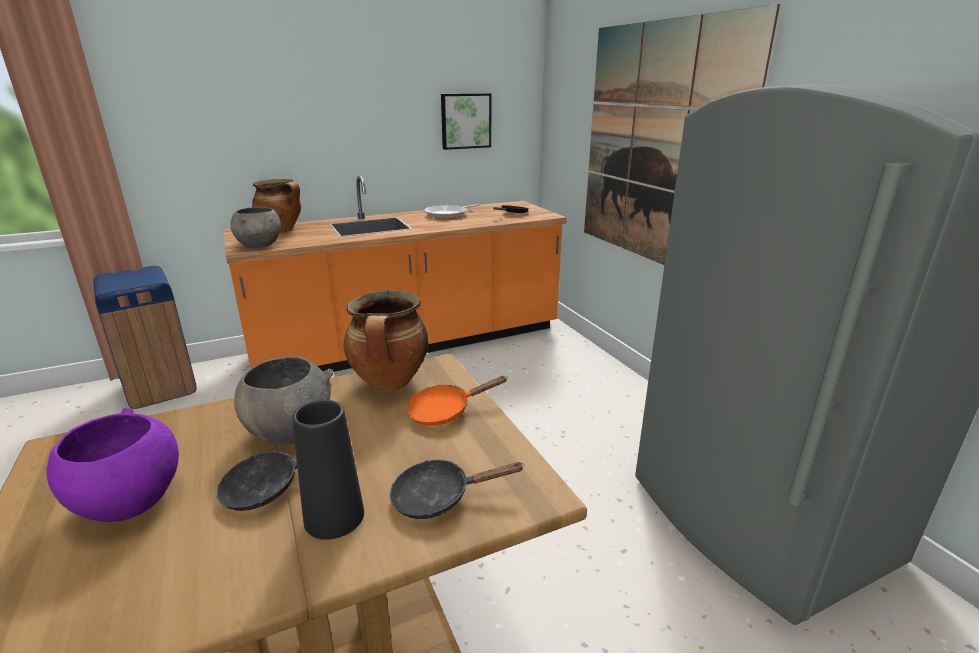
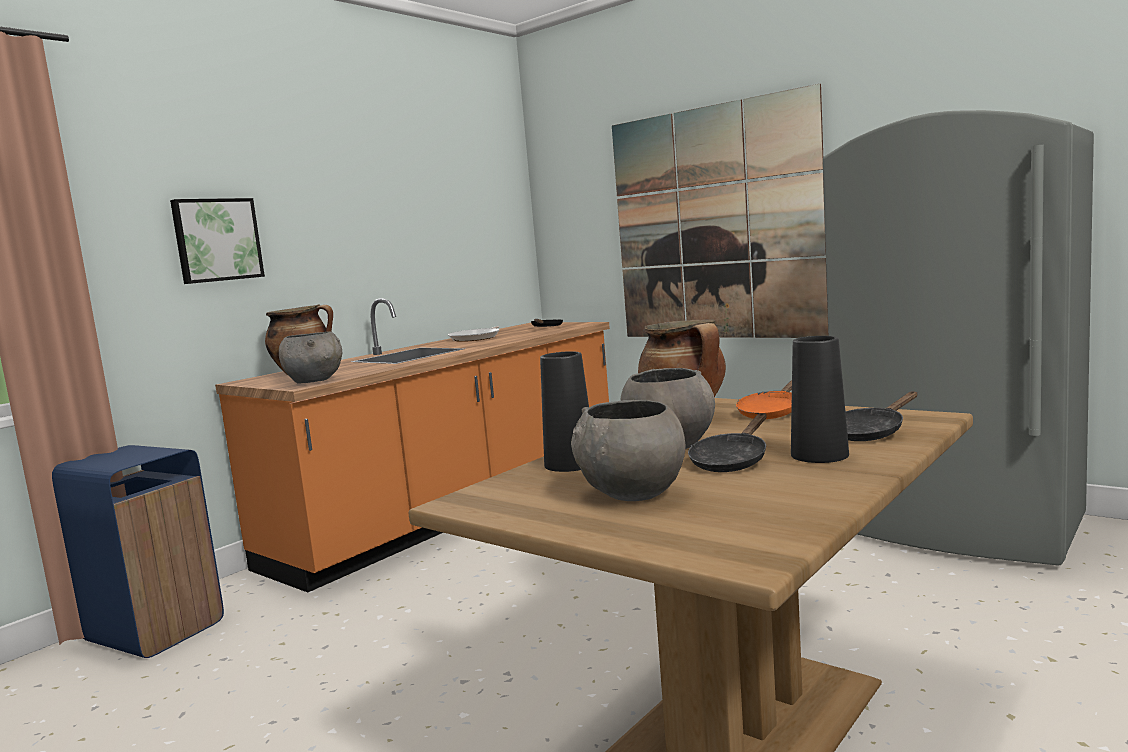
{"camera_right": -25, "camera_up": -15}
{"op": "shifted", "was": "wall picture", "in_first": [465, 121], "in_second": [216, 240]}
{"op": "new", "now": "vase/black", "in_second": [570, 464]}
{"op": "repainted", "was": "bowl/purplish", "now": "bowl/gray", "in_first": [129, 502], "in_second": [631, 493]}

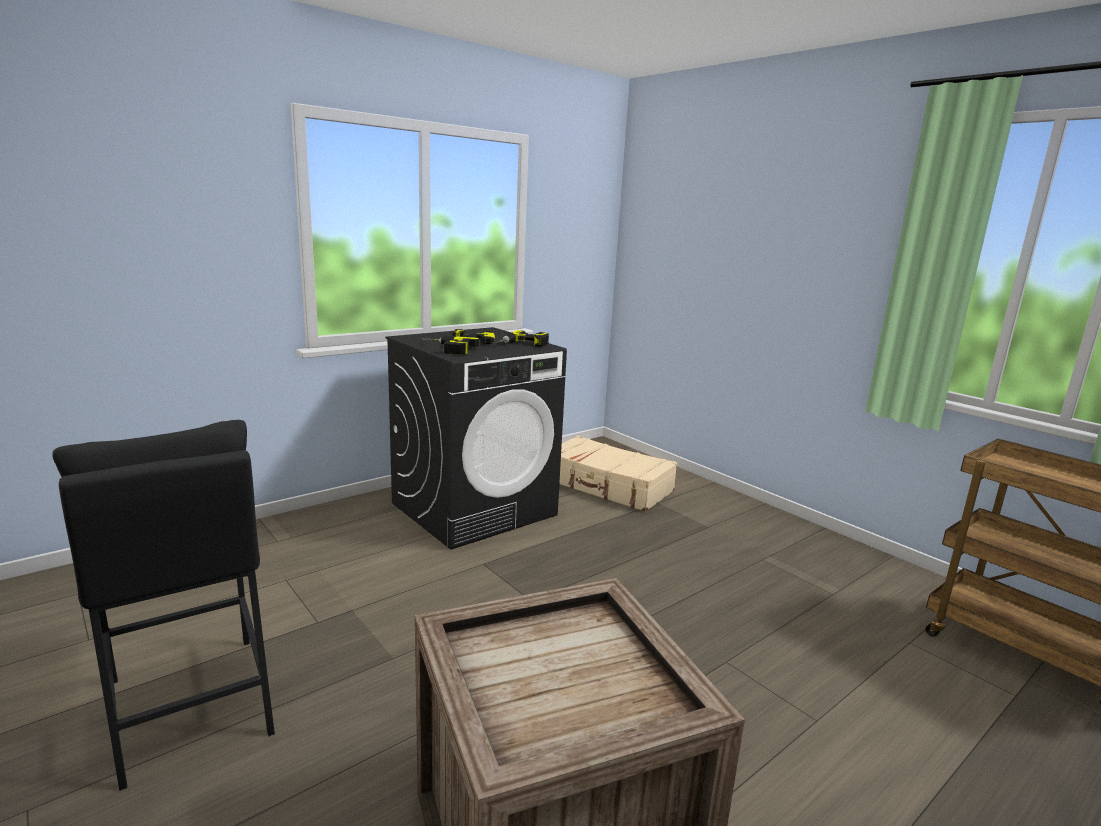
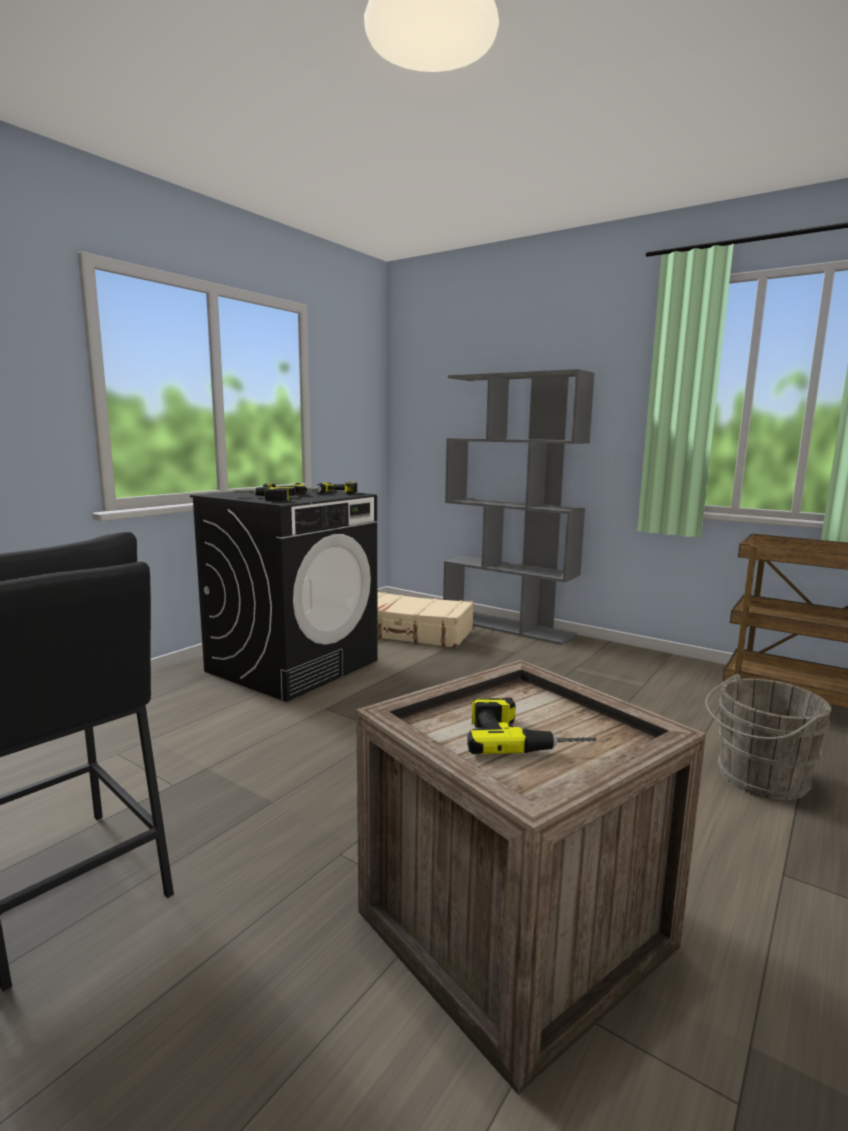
{"camera_right": -15, "camera_up": -5}
{"op": "new", "now": "bookshelf/gray", "in_second": [508, 626]}
{"op": "new", "now": "electric drill", "in_second": [524, 736]}
{"op": "new", "now": "bucket/gray", "in_second": [758, 778]}

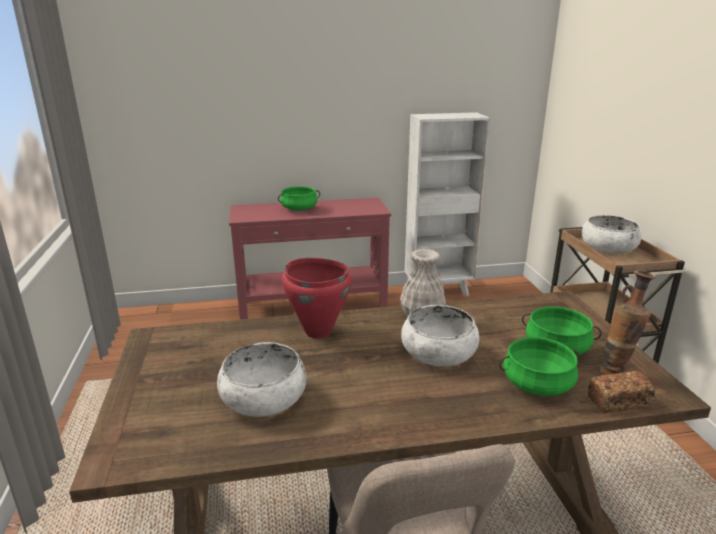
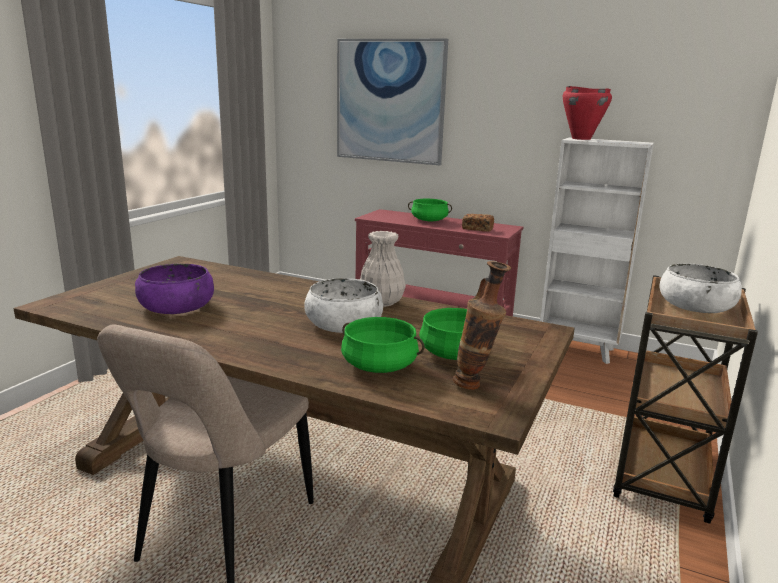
{"camera_right": 35, "camera_up": -5}
{"op": "repainted", "was": "bowl/whitish", "now": "bowl/purplish", "in_first": [263, 398], "in_second": [176, 306]}
{"op": "new", "now": "wall picture", "in_second": [390, 101]}
{"op": "shifted", "was": "baked bread", "in_first": [618, 402], "in_second": [477, 229]}
{"op": "shifted", "was": "stockpot/red", "in_first": [318, 331], "in_second": [581, 139]}

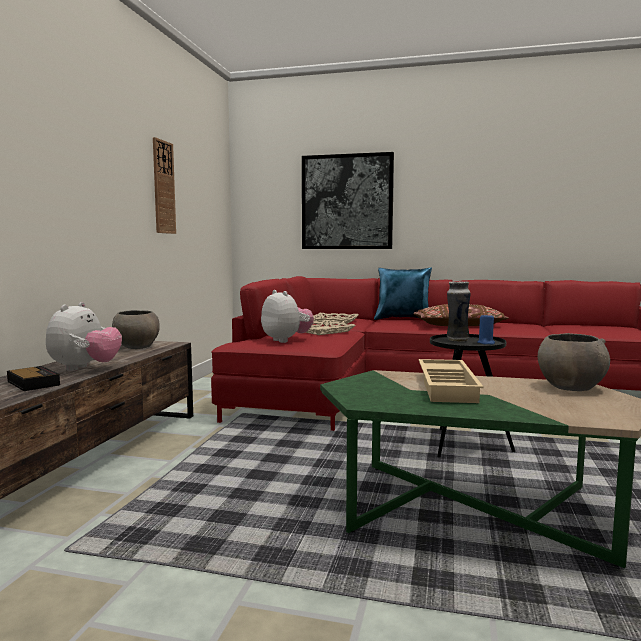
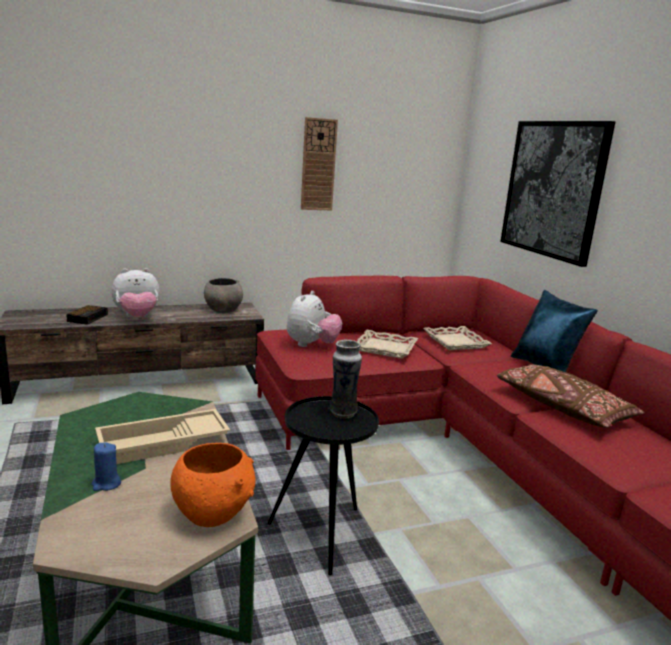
{"camera_right": 55, "camera_up": 10}
{"op": "shifted", "was": "wax candle/blue-coloured", "in_first": [486, 343], "in_second": [106, 484]}
{"op": "repainted", "was": "bowl/gray", "now": "bowl/orange-coloured", "in_first": [570, 387], "in_second": [213, 513]}

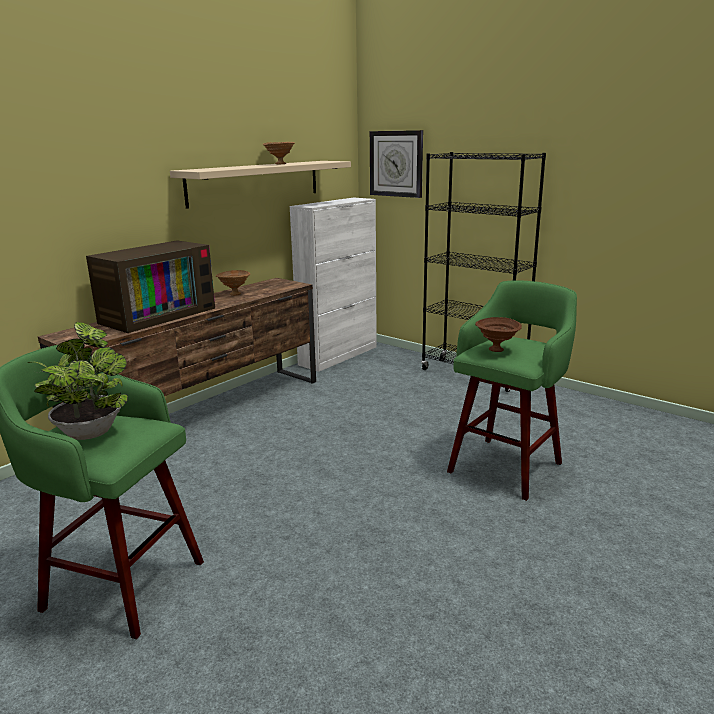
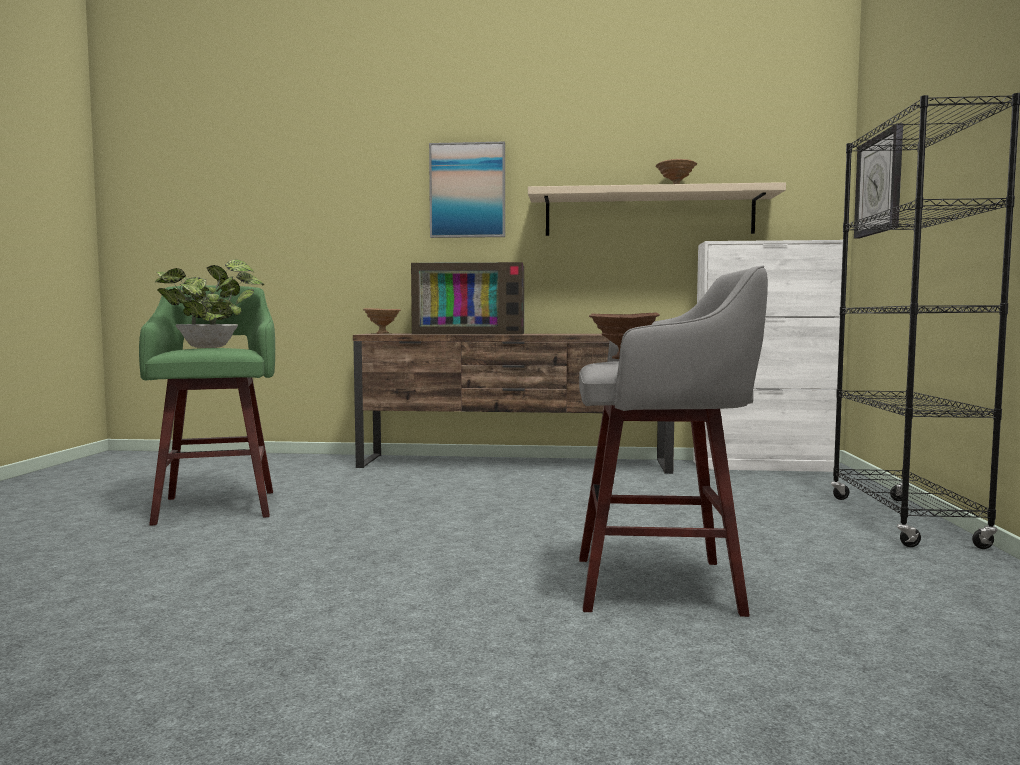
{"camera_right": 55, "camera_up": -15}
{"op": "shifted", "was": "bowl/brown", "in_first": [234, 294], "in_second": [381, 333]}
{"op": "new", "now": "wall picture", "in_second": [467, 190]}
{"op": "repainted", "was": "sitting stool/greenish", "now": "sitting stool/gray", "in_first": [507, 466], "in_second": [663, 585]}

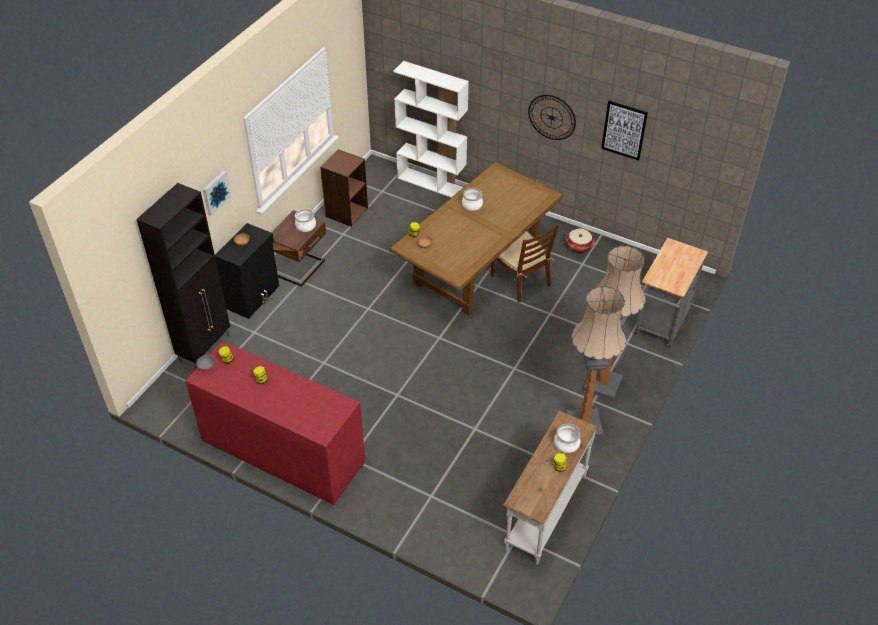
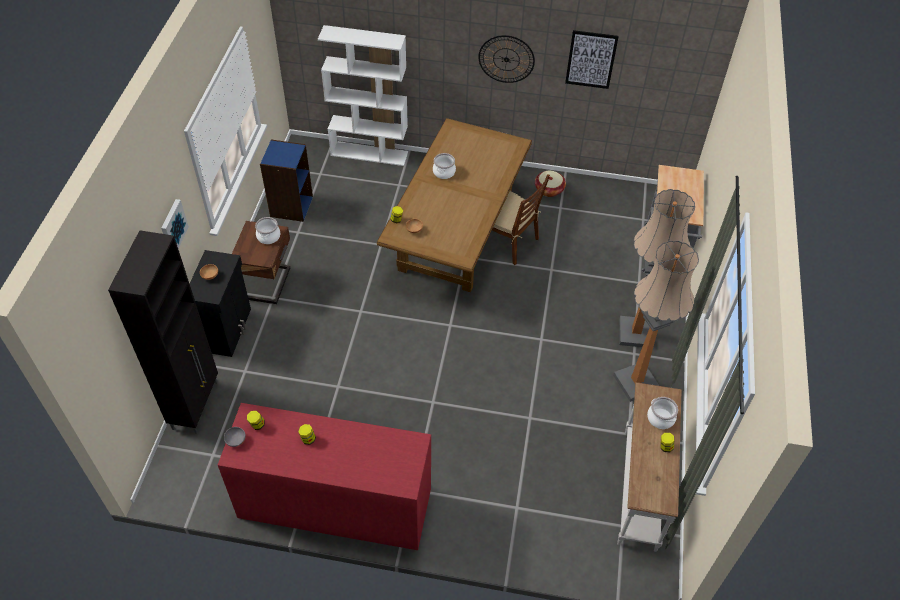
{"camera_right": -20, "camera_up": 5}
{"op": "repainted", "was": "bookshelf/brown", "now": "bookshelf/blue-coloured", "in_first": [346, 212], "in_second": [291, 206]}

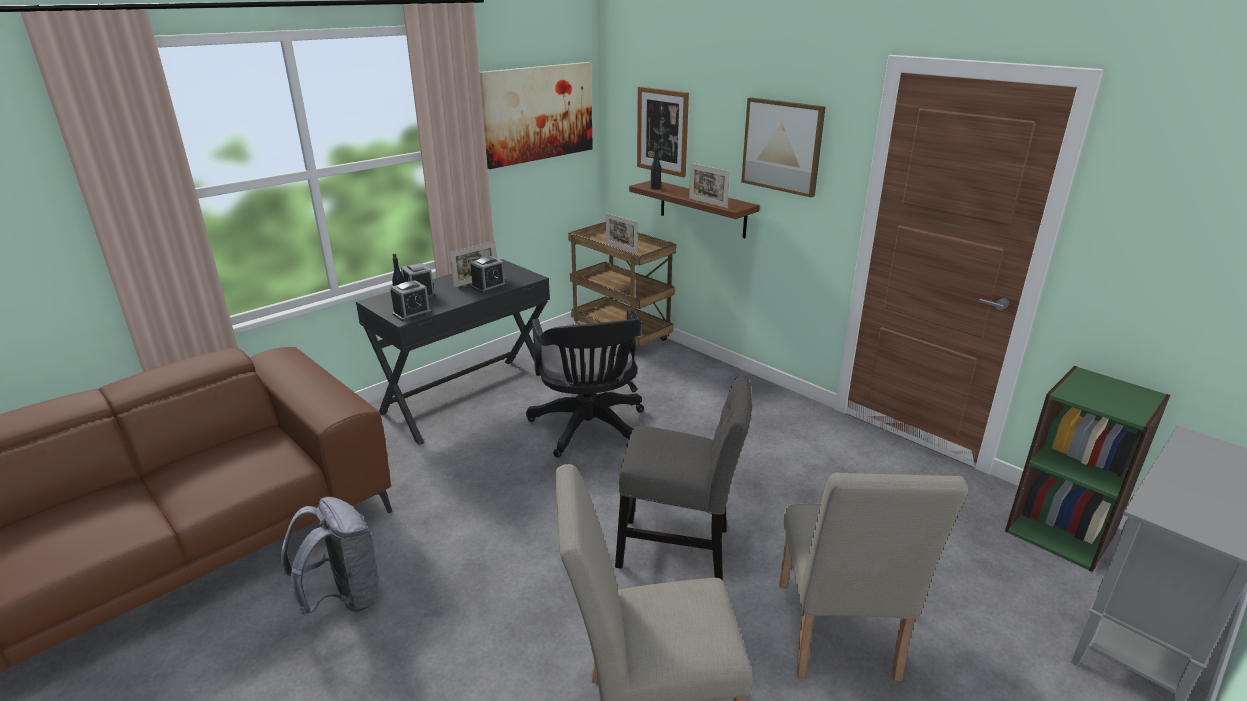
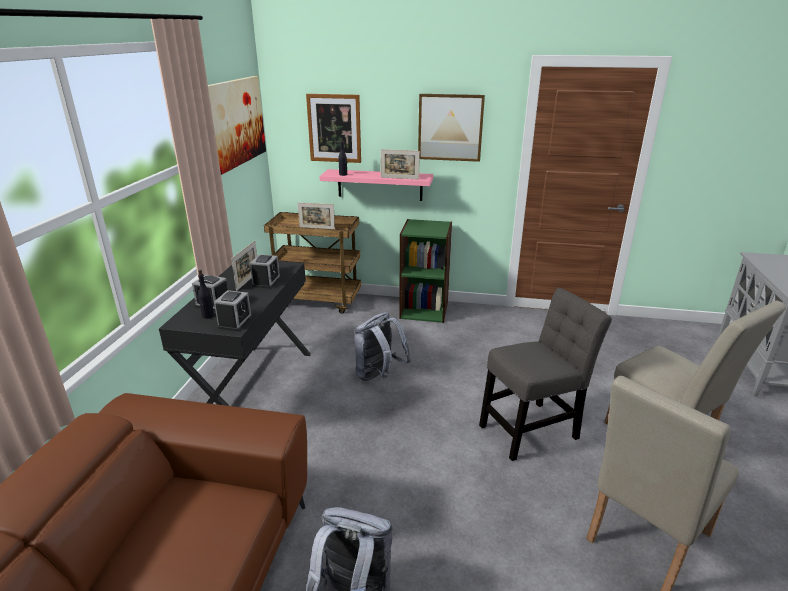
{"camera_right": -35, "camera_up": 0}
{"op": "repainted", "was": "bracket shelf/brown", "now": "bracket shelf/pink", "in_first": [702, 209], "in_second": [379, 185]}
{"op": "swapped", "was": "desk chair/black", "now": "rucksack/gray", "in_first": [589, 430], "in_second": [379, 375]}
{"op": "shifted", "was": "bookshelf/greenish", "in_first": [1061, 531], "in_second": [424, 310]}

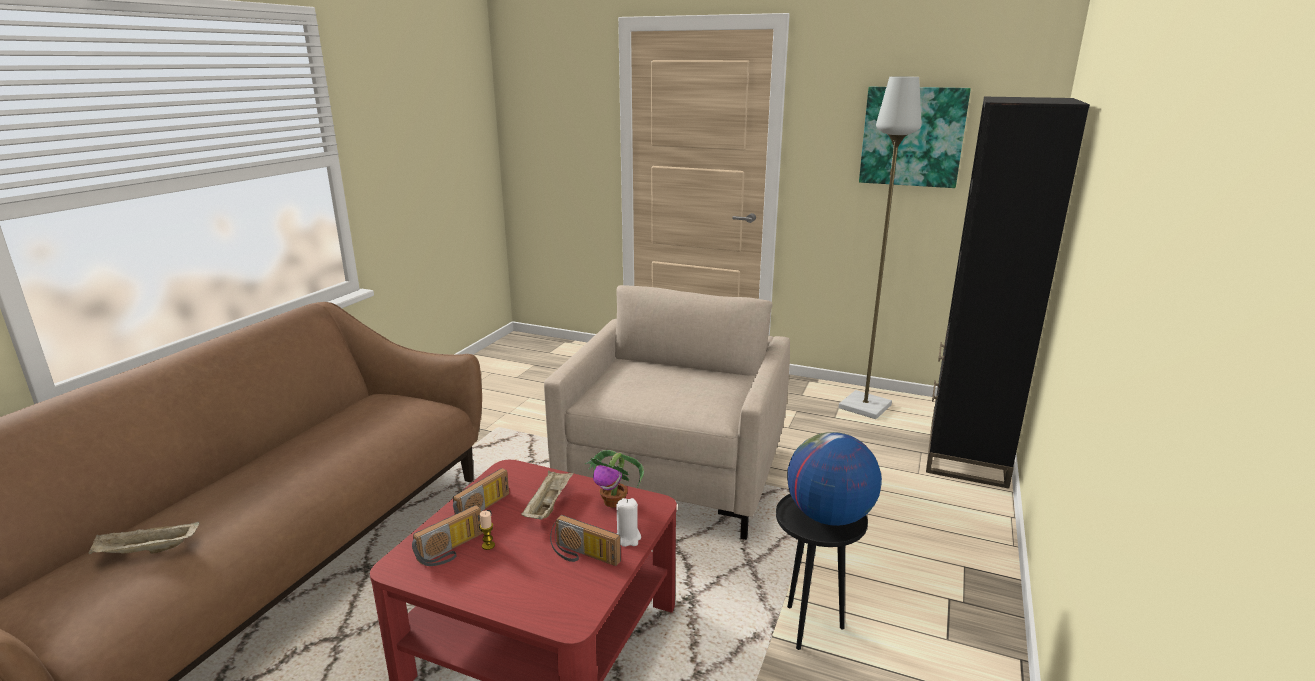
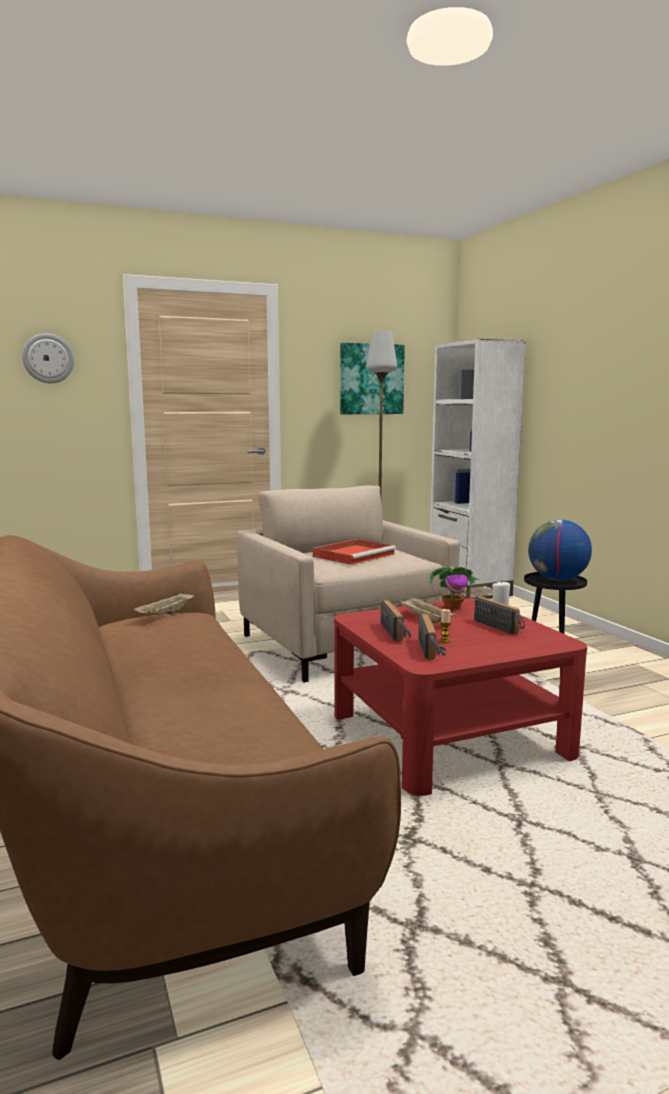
{"camera_right": -45, "camera_up": -10}
{"op": "new", "now": "hanging clock", "in_second": [48, 358]}
{"op": "shifted", "was": "tray/sand-coloured", "in_first": [147, 551], "in_second": [166, 615]}
{"op": "new", "now": "tray/red", "in_second": [354, 555]}
{"op": "repainted", "was": "bookshelf/black", "now": "bookshelf/whitish", "in_first": [966, 454], "in_second": [468, 589]}
{"op": "rotated", "was": "radio receiver", "in_first": [582, 556], "in_second": [501, 626], "clockwise": -105}

